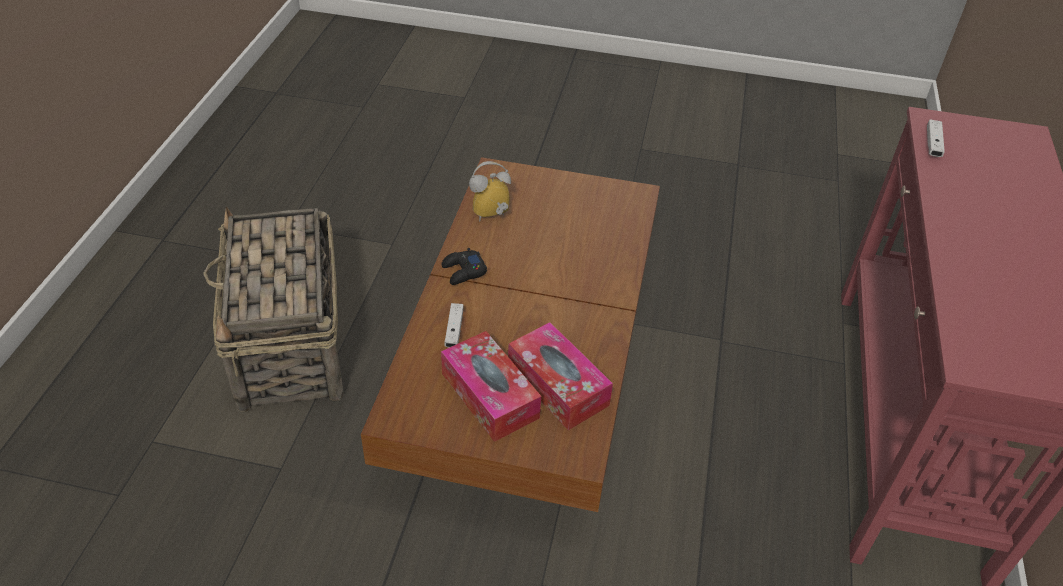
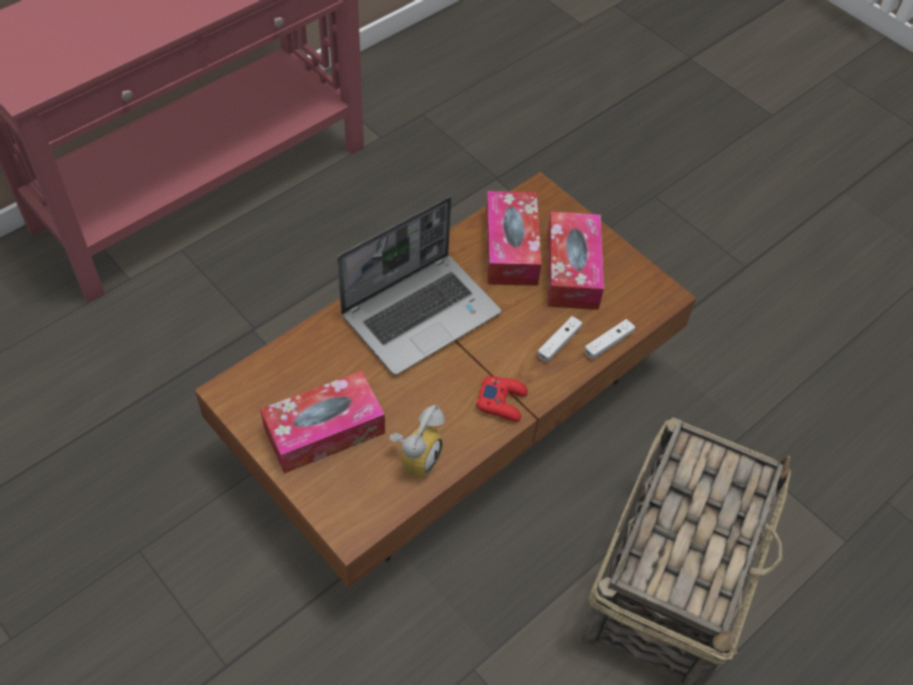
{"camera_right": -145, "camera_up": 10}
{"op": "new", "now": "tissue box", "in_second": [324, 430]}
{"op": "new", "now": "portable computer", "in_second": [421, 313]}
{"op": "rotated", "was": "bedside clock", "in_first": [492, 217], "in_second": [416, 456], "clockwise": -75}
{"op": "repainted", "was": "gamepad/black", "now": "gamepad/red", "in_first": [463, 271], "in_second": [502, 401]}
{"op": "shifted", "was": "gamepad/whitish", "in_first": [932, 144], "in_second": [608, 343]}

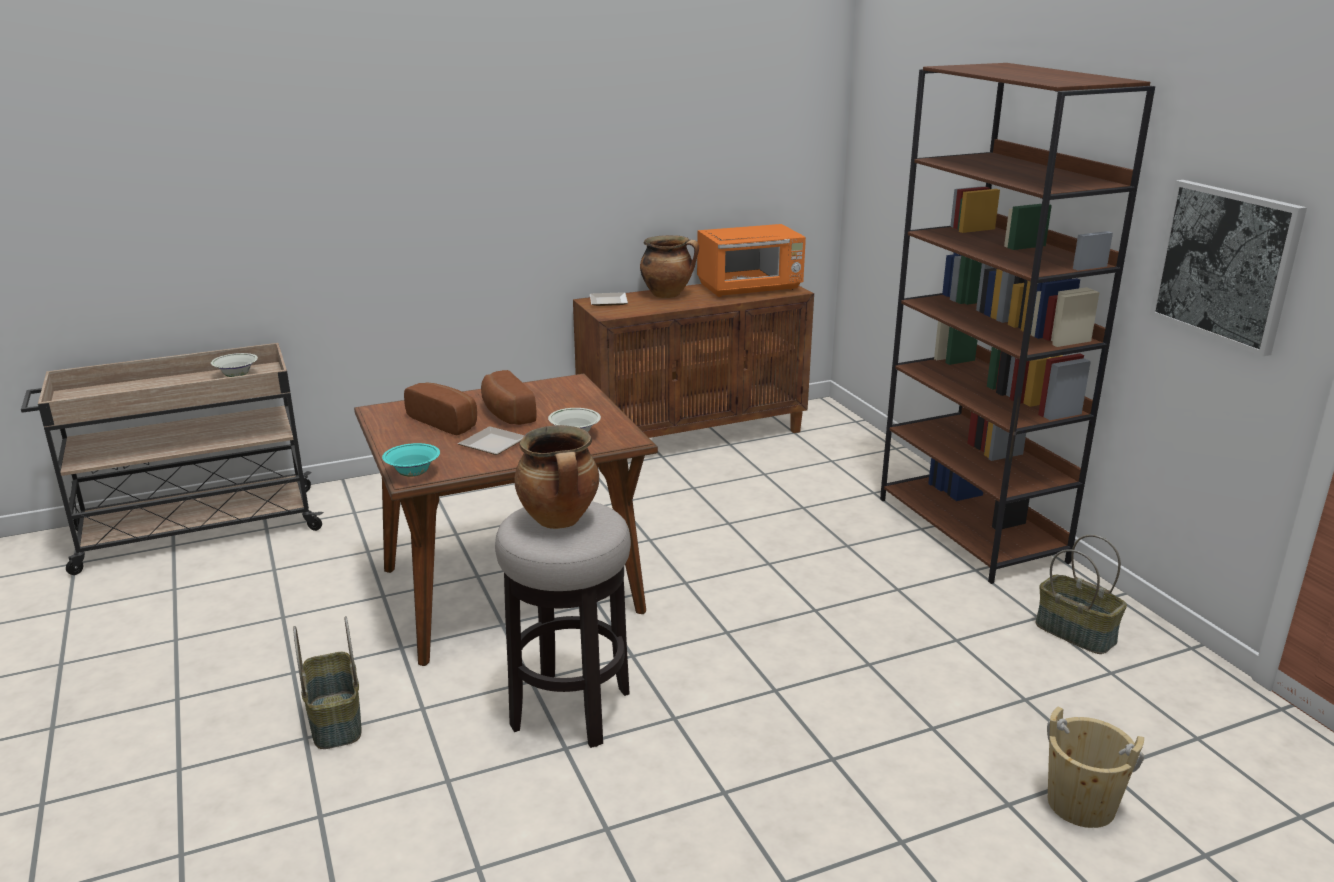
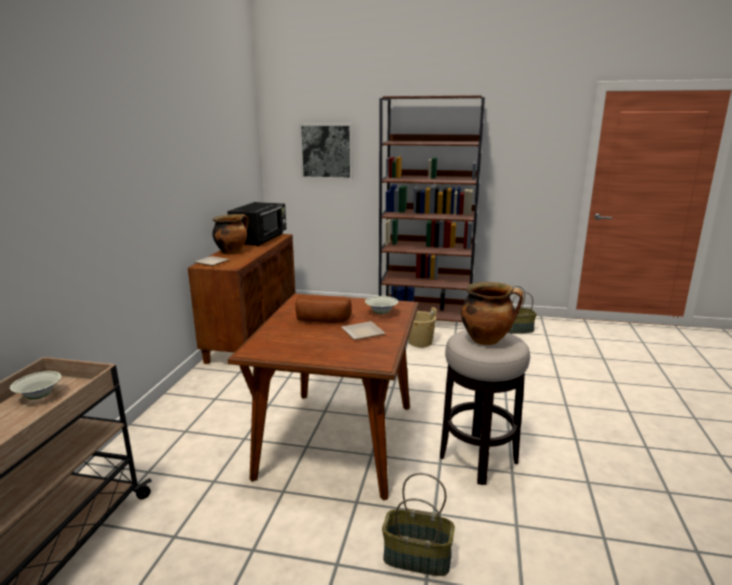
{"camera_right": -55, "camera_up": -5}
{"op": "repainted", "was": "microwave/orange-coloured", "now": "microwave/black", "in_first": [750, 288], "in_second": [260, 239]}
{"op": "shifted", "was": "wall picture", "in_first": [1226, 264], "in_second": [326, 151]}
{"op": "shifted", "was": "bucket/sand-coloured", "in_first": [1081, 804], "in_second": [420, 342]}
{"op": "gone", "was": "bowl/blue-green", "in_first": [413, 474]}
{"op": "gone", "was": "baked bread", "in_first": [446, 421]}

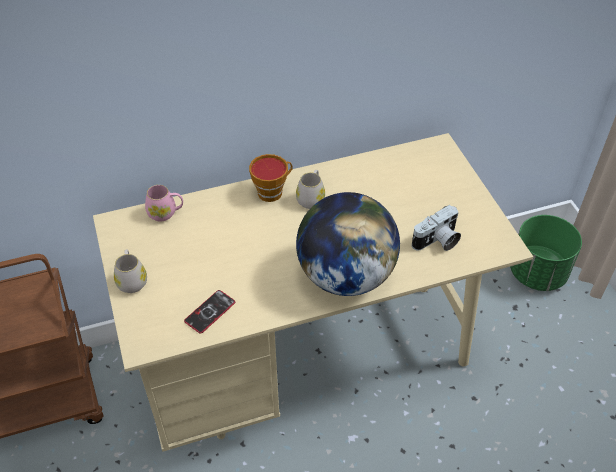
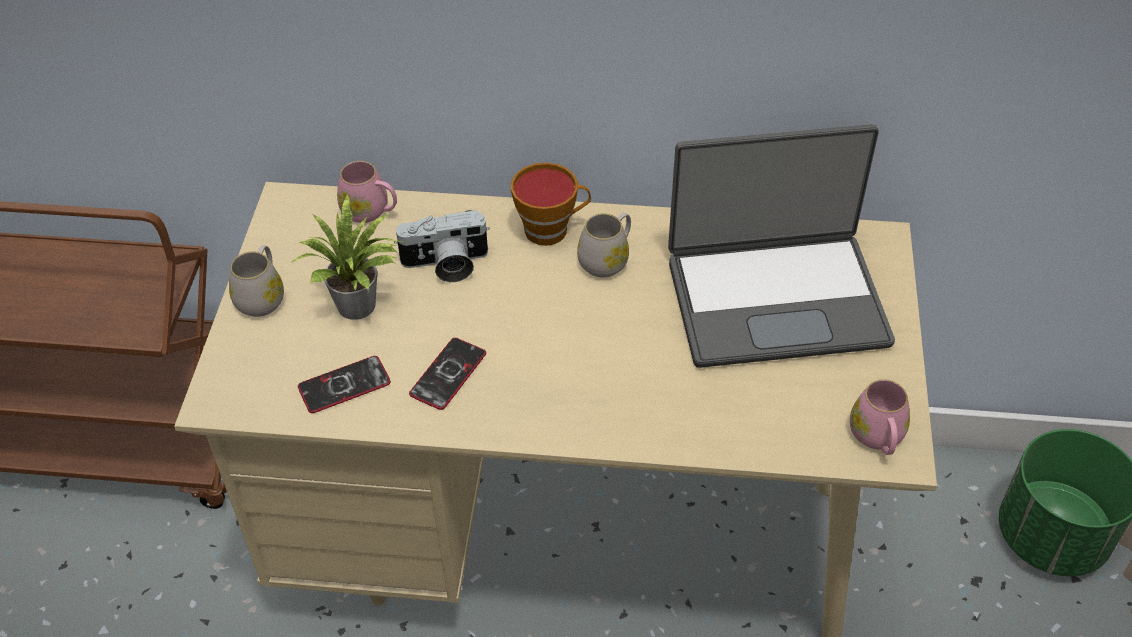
{"camera_right": 25, "camera_up": 0}
{"op": "new", "now": "potted plant", "in_second": [360, 307]}
{"op": "shifted", "was": "photo camera", "in_first": [437, 241], "in_second": [446, 265]}
{"op": "new", "now": "handset", "in_second": [448, 374]}
{"op": "new", "now": "portable computer", "in_second": [776, 298]}
{"op": "new", "now": "coffee mug/pink", "in_second": [878, 438]}
{"op": "gone", "was": "globe", "in_first": [345, 276]}

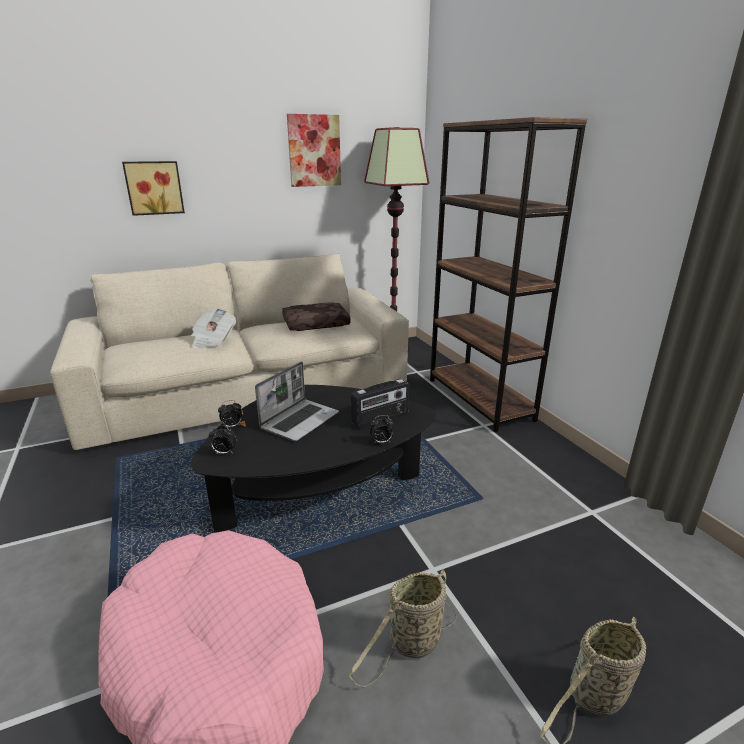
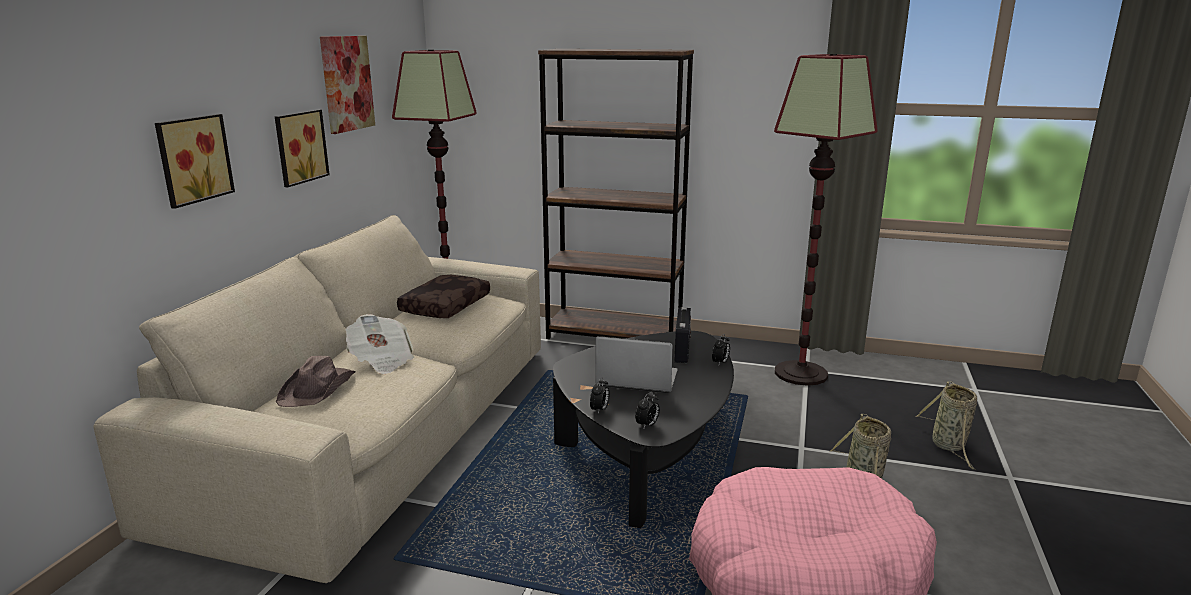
{"camera_right": -50, "camera_up": -5}
{"op": "new", "now": "wall picture", "in_second": [299, 147]}
{"op": "new", "now": "wearable hat/brown", "in_second": [318, 389]}
{"op": "rotated", "was": "portable computer", "in_first": [300, 420], "in_second": [635, 379], "clockwise": -60}
{"op": "new", "now": "standard lamp", "in_second": [800, 373]}

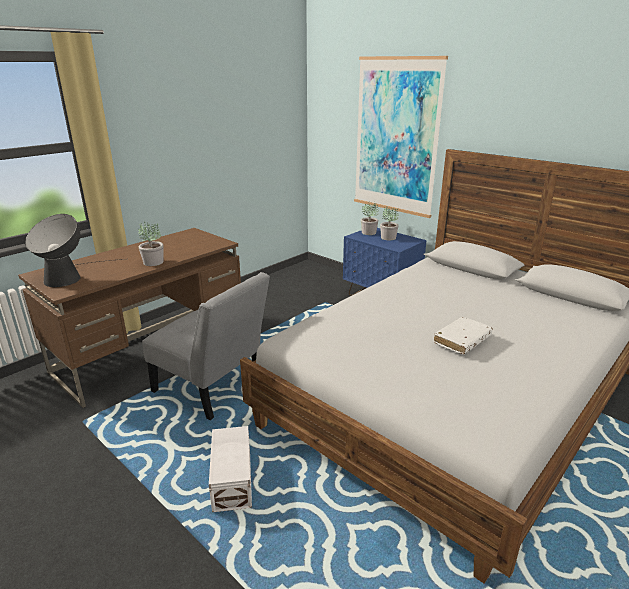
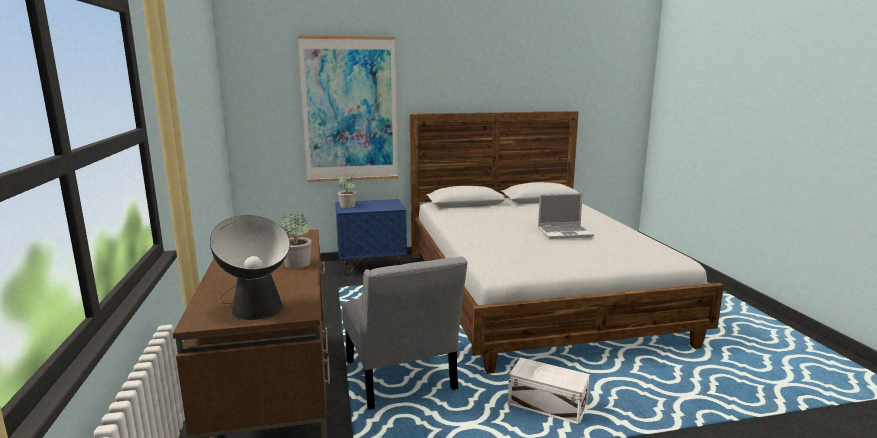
{"camera_right": -55, "camera_up": -10}
{"op": "rotated", "was": "plain chair/gray", "in_first": [212, 388], "in_second": [401, 379], "clockwise": 90}
{"op": "swapped", "was": "book/whitish", "now": "portable computer", "in_first": [462, 340], "in_second": [565, 233]}
{"op": "gone", "was": "potted plant", "in_first": [388, 238]}

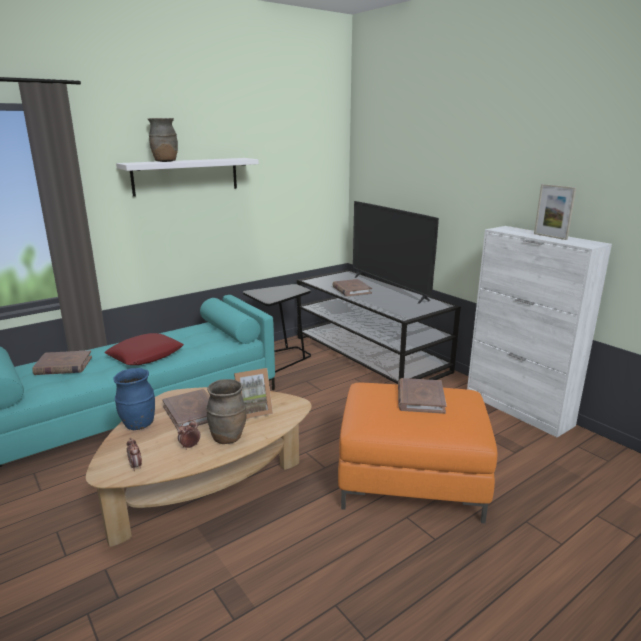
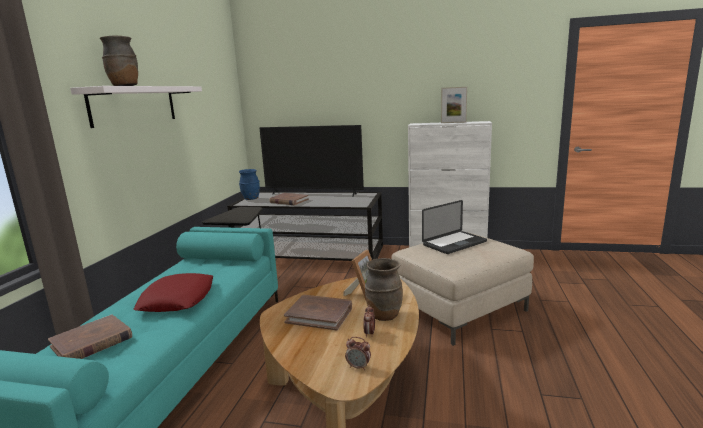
{"camera_right": -40, "camera_up": -5}
{"op": "shifted", "was": "vase/blue-coloured", "in_first": [138, 425], "in_second": [251, 199]}
{"op": "repainted", "was": "pouffe/orange-coloured", "now": "pouffe/sand-coloured", "in_first": [411, 479], "in_second": [459, 309]}
{"op": "swapped", "was": "book/brown", "now": "portable computer", "in_first": [420, 398], "in_second": [454, 243]}

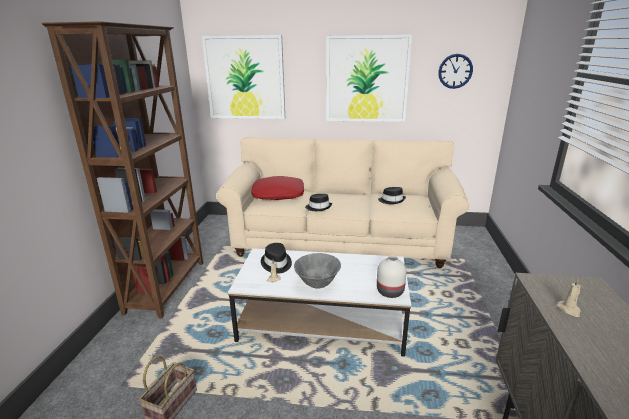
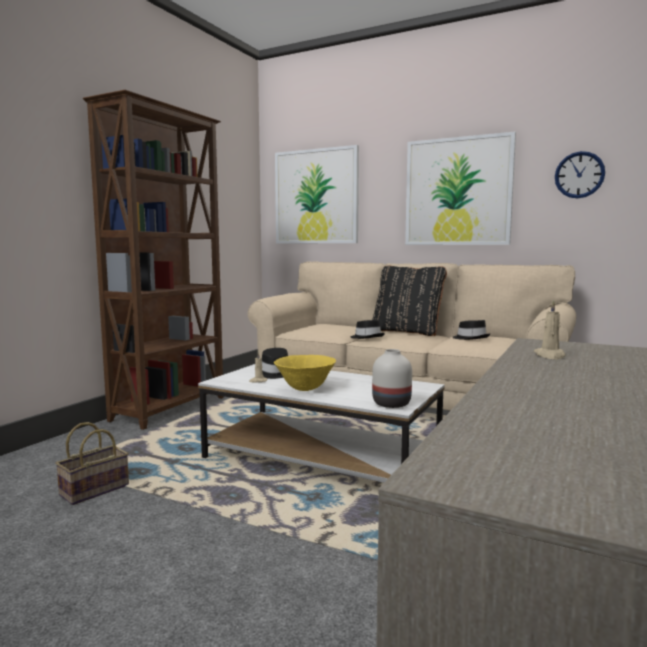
{"camera_right": 20, "camera_up": -15}
{"op": "repainted", "was": "bowl/gray", "now": "bowl/yellowish", "in_first": [317, 284], "in_second": [305, 389]}
{"op": "new", "now": "throw pillow/black", "in_second": [407, 332]}
{"op": "gone", "was": "throw pillow/red", "in_first": [278, 195]}

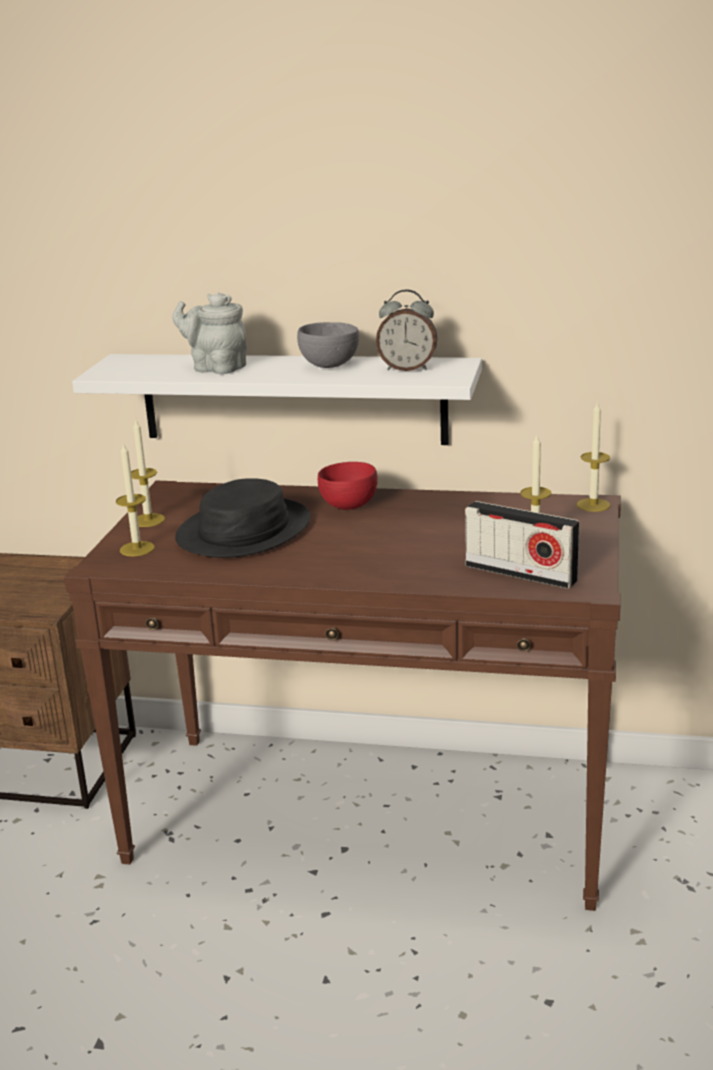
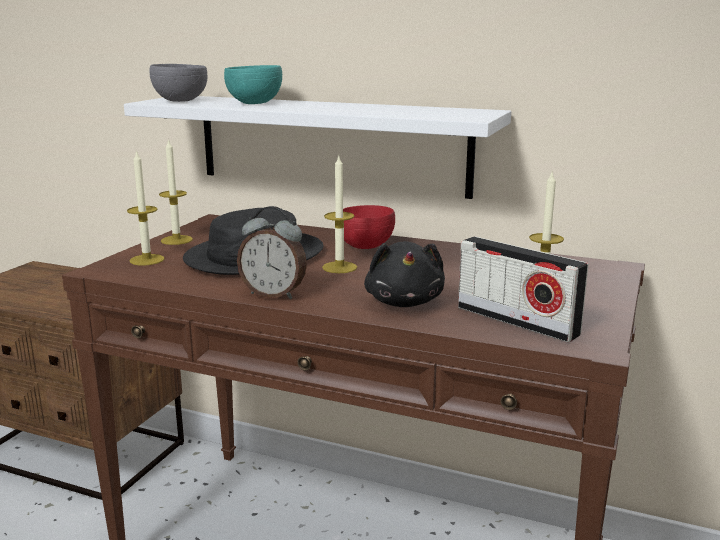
{"camera_right": 10, "camera_up": -5}
{"op": "shifted", "was": "bowl/gray", "in_first": [328, 366], "in_second": [179, 101]}
{"op": "swapped", "was": "tea pot/gray", "now": "bowl/blue-green", "in_first": [216, 368], "in_second": [255, 103]}
{"op": "shifted", "was": "bedside clock", "in_first": [407, 368], "in_second": [274, 294]}
{"op": "shifted", "was": "wax candle", "in_first": [593, 505], "in_second": [339, 267]}
{"op": "new", "now": "plush toy/black", "in_second": [404, 302]}

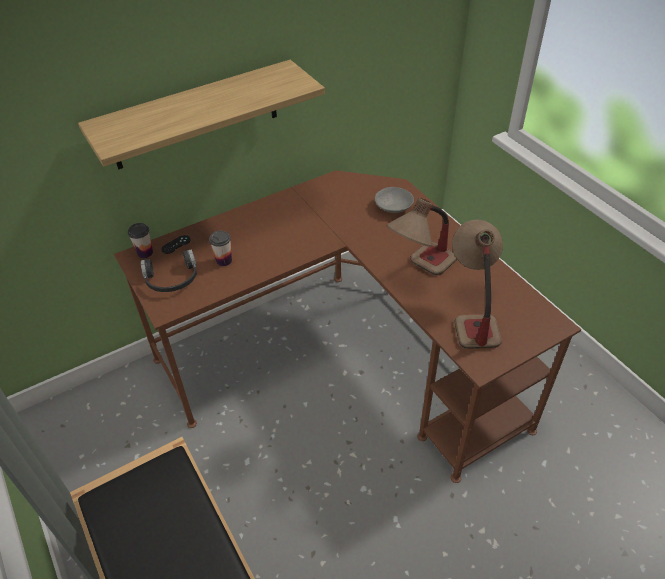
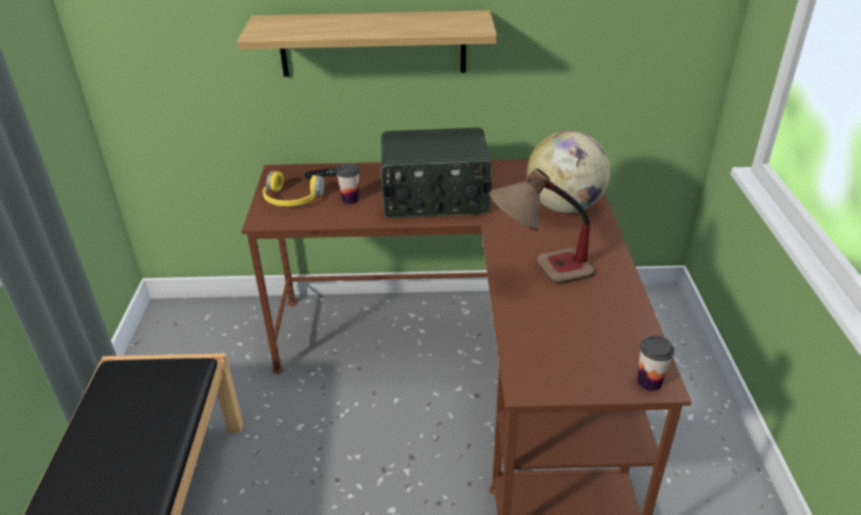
{"camera_right": 30, "camera_up": -10}
{"op": "repainted", "was": "headset/black", "now": "headset/yellowish", "in_first": [172, 280], "in_second": [291, 199]}
{"op": "new", "now": "radio receiver", "in_second": [435, 198]}
{"op": "swapped", "was": "bowl/gray", "now": "globe", "in_first": [393, 206], "in_second": [564, 206]}
{"op": "shifted", "was": "cup", "in_first": [145, 253], "in_second": [649, 382]}
{"op": "gone", "was": "tabletop lamp", "in_first": [471, 314]}

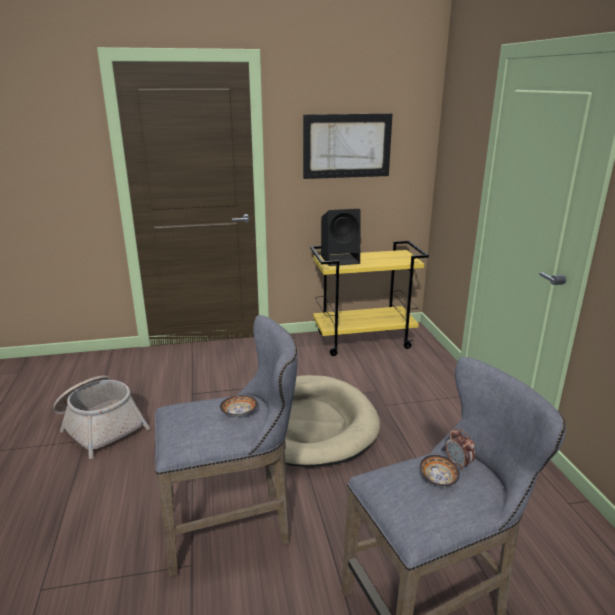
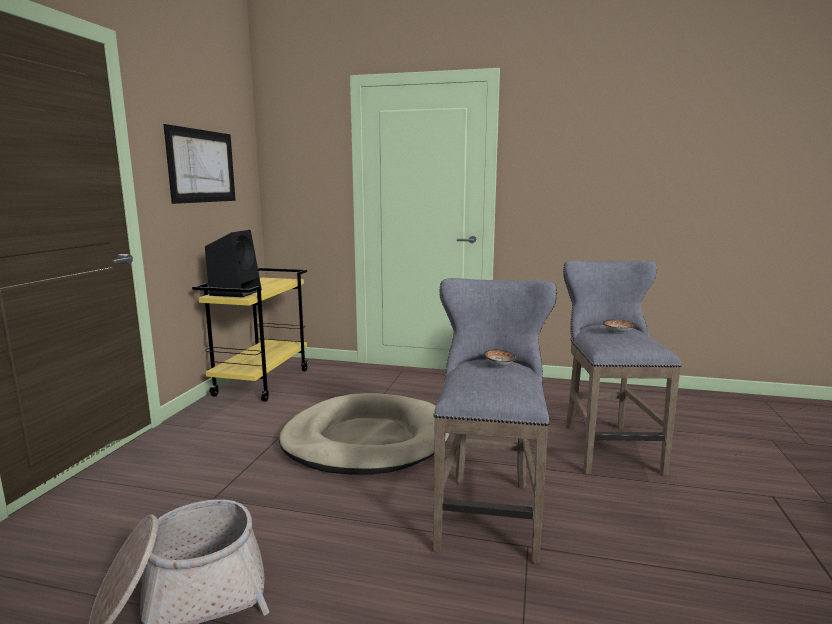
{"camera_right": -65, "camera_up": -10}
{"op": "gone", "was": "bedside clock", "in_first": [458, 464]}

